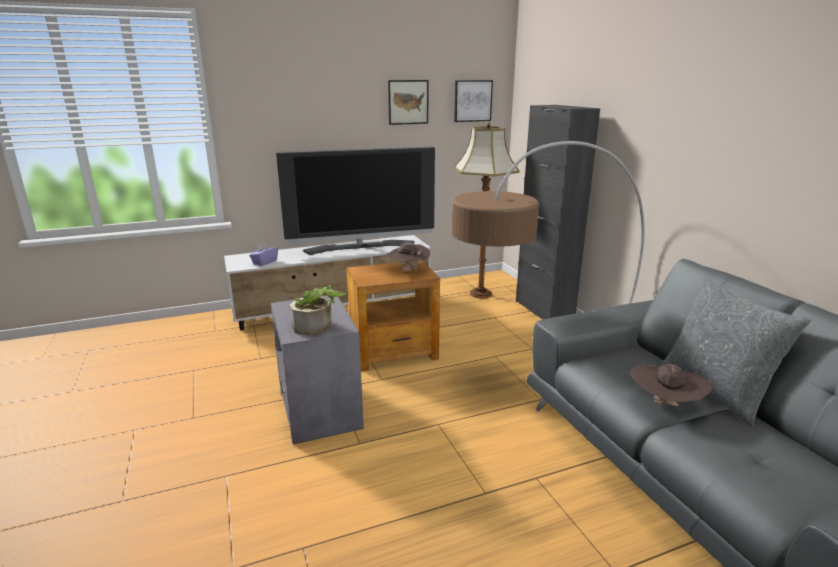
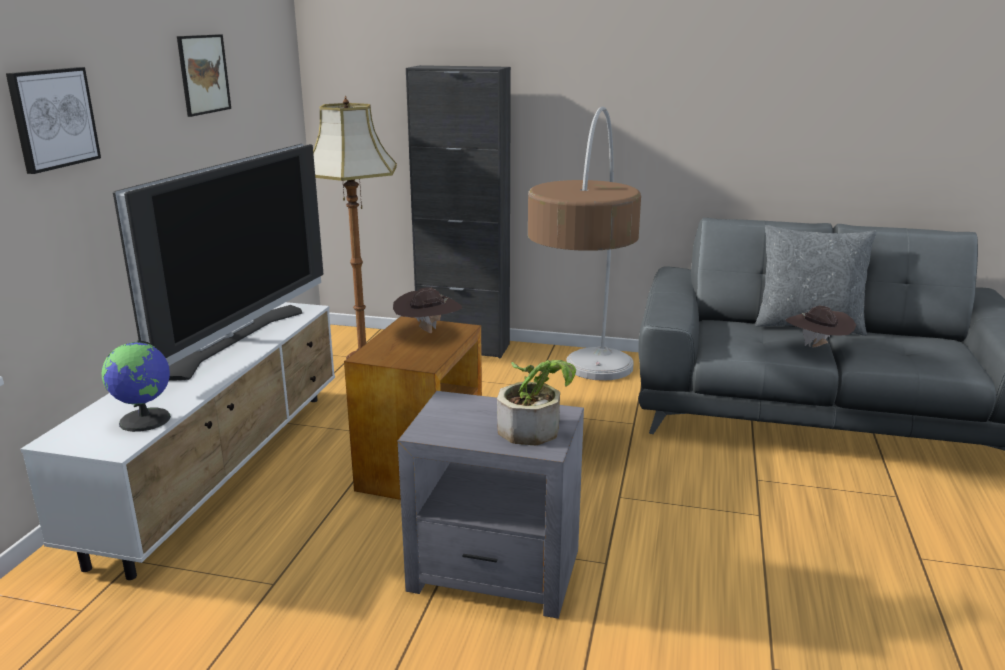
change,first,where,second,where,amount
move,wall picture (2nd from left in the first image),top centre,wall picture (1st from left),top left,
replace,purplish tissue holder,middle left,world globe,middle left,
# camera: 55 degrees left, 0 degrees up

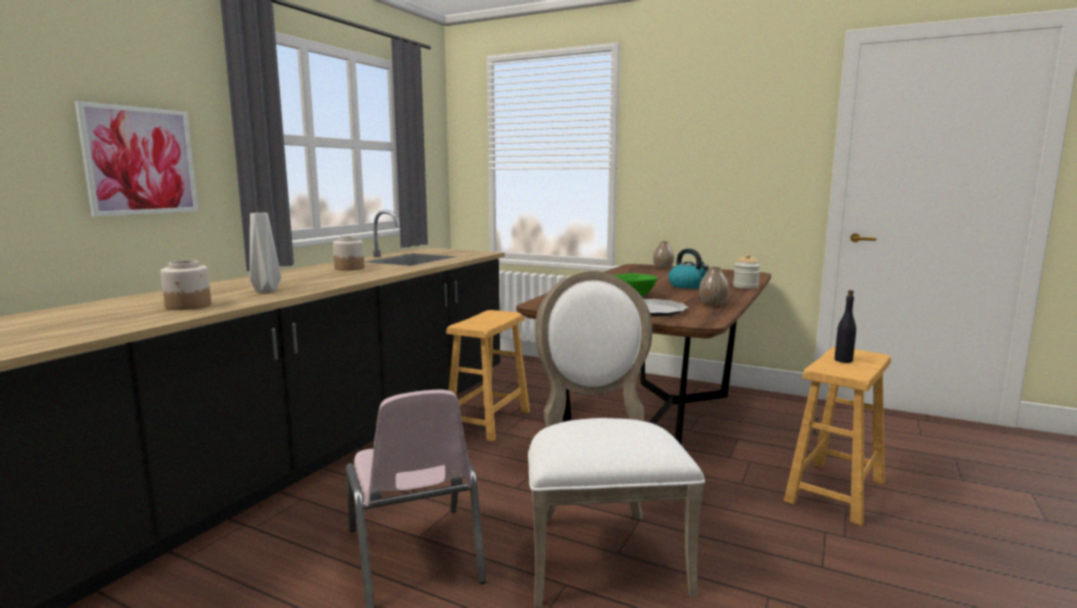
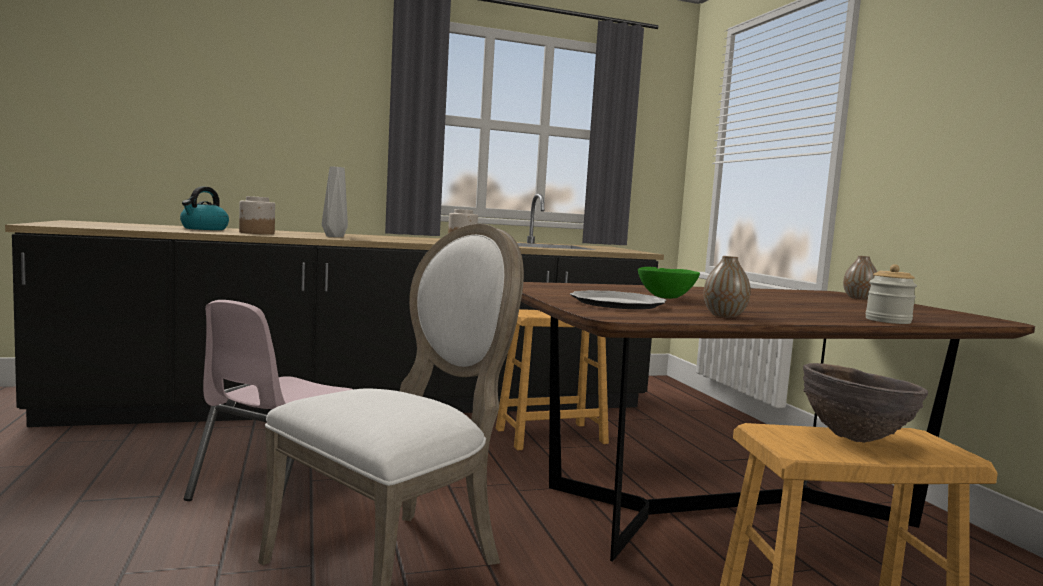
change,first,where,second,where,amount
move,tea kettle,centre,,middle left,
replace,blackish drink bottle,middle right,brownish serving bowl,bottom right,
delete,wall picture,top left,,,
# camera: 45 degrees right, 5 degrees down

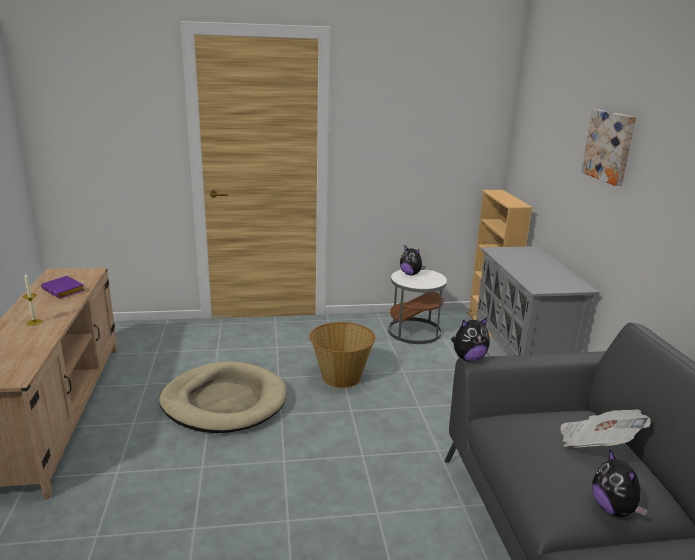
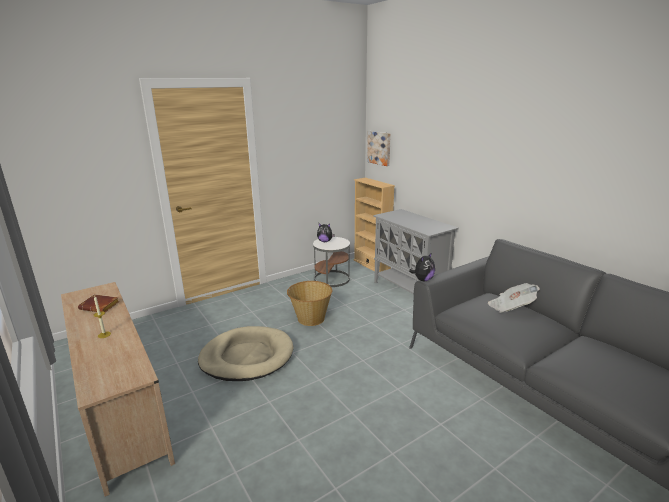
change,first,where,second,where,amount
recolor,purplish book,middle left,brownish book,middle left,
move,wall picture,top right,,top centre,
delete,soft toy (3rd from left),bottom right,,,
# camera: 25 degrees left, 0 degrees up

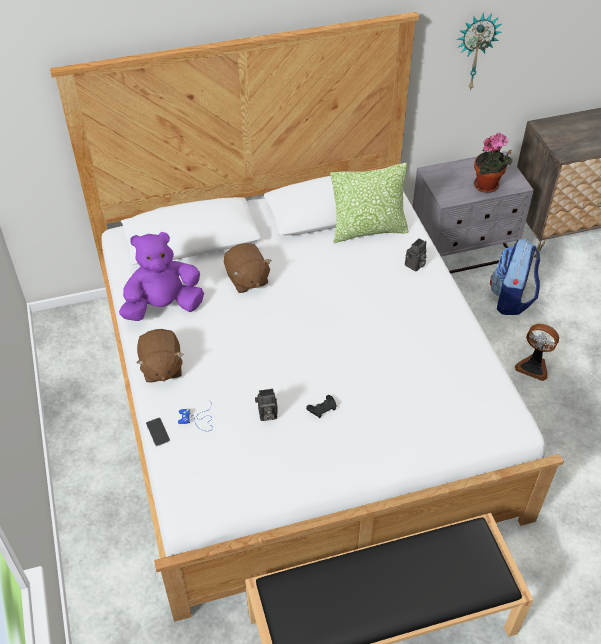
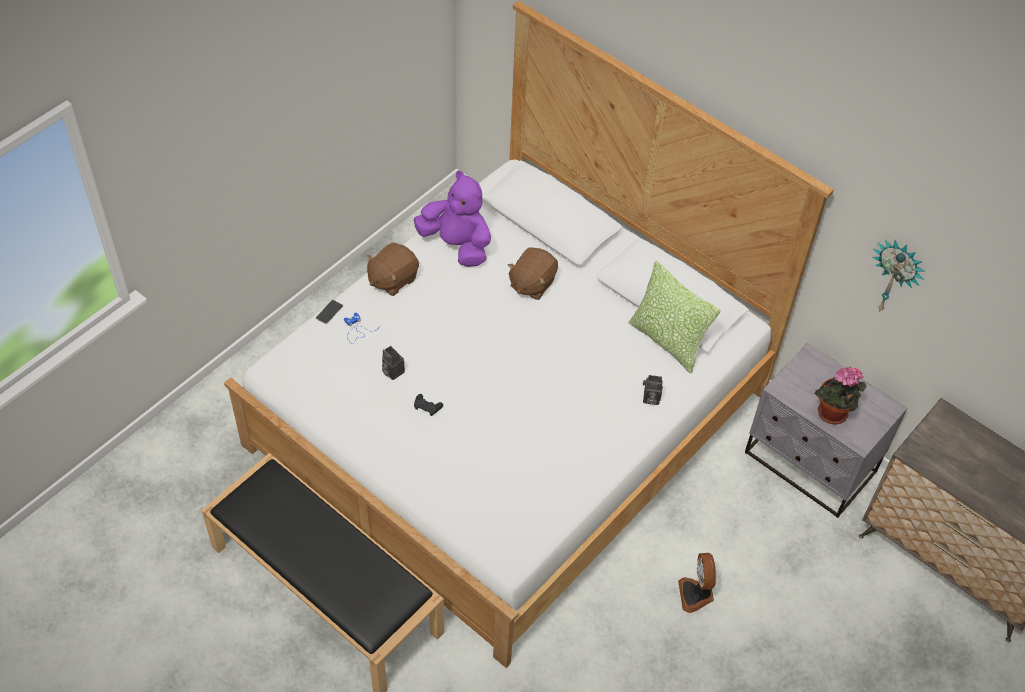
change,first,where,second,where,amount
delete,knapsack,middle right,,,
# camera: 55 degrees right, 5 degrees up

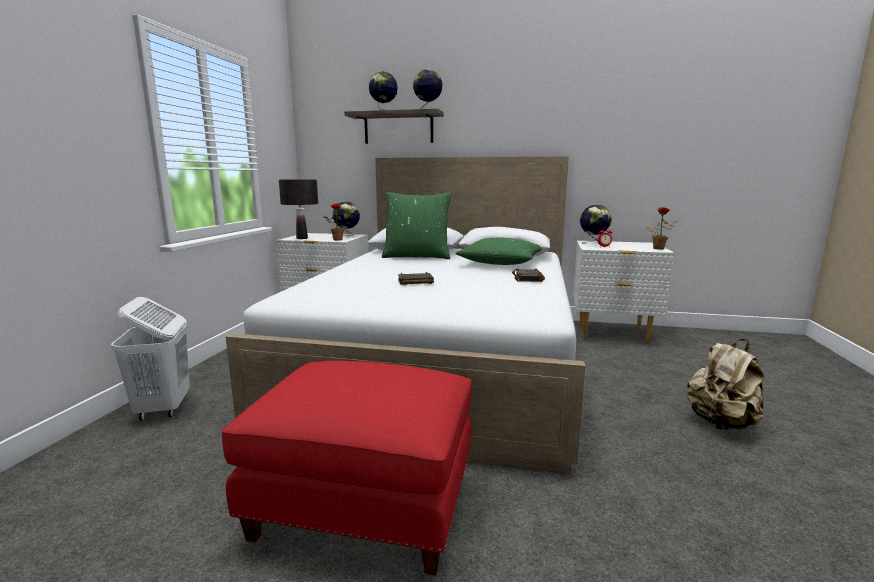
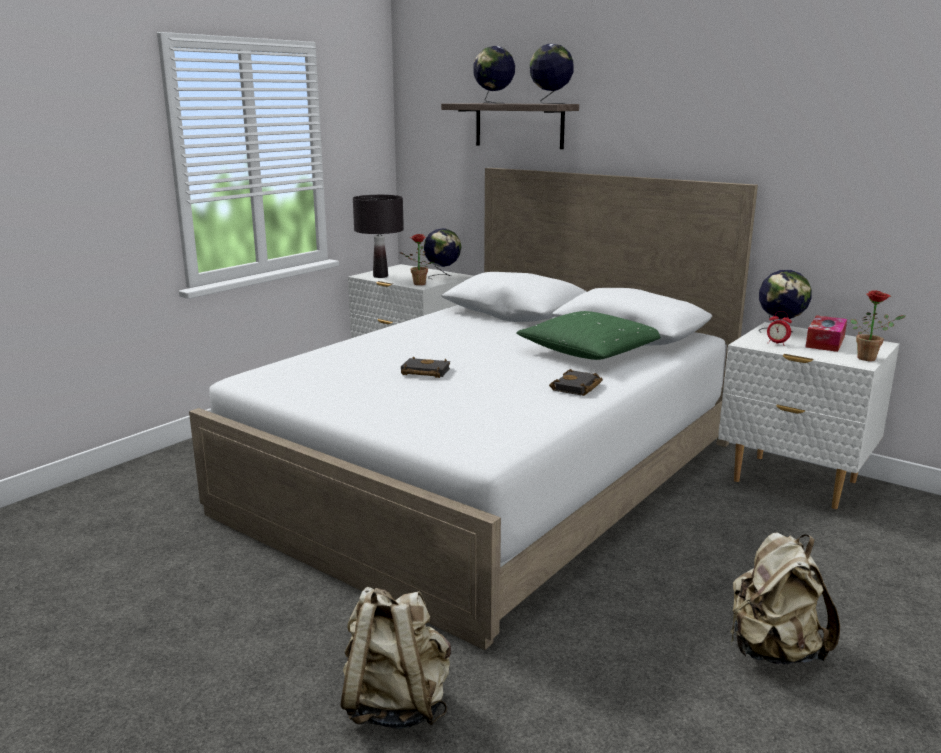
change,first,where,second,where,amount
insert,,,beige knapsack (1st from left),bottom centre,
insert,,,tissue holder,middle right,
delete,white-coloured laundry basket,middle left,,,
delete,red footrest,bottom centre,,,
delete,green-coloured pillow (1st from left),centre,,,
# camera: 25 degrees right, 5 degrees up

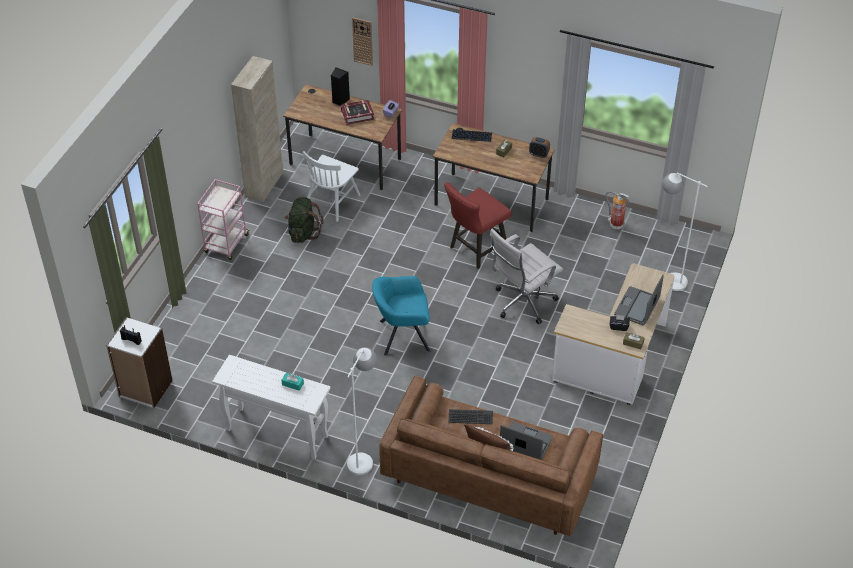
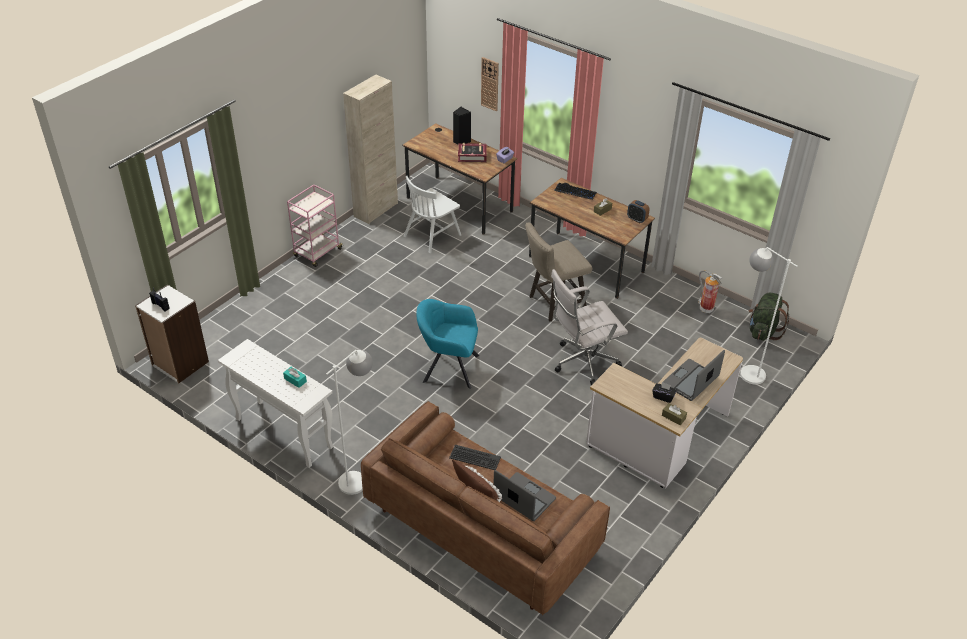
change,first,where,second,where,amount
recolor,red sitting stool,centre,beige sitting stool,centre,
move,green-coloured knapsack,centre,,middle right,
# camera: 15 degrees right, 5 degrees down

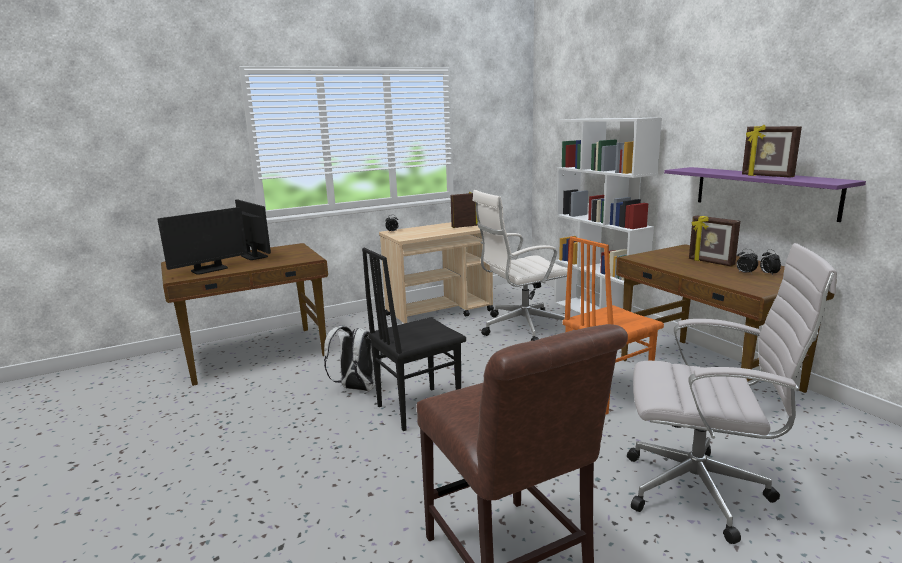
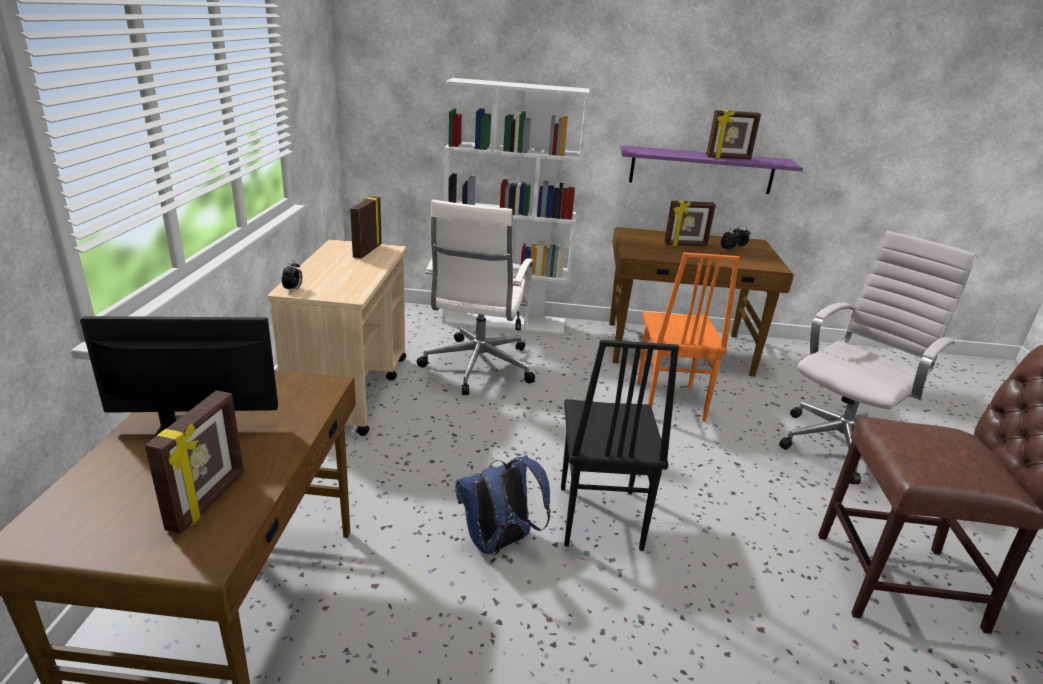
change,first,where,second,where,amount
replace,computer screen (1st from left),middle left,standing frame (1st from left),bottom left,
recolor,white-coloured knapsack,centre,bluish knapsack,bottom centre,
# camera: 60 degrees left, 10 degrees up

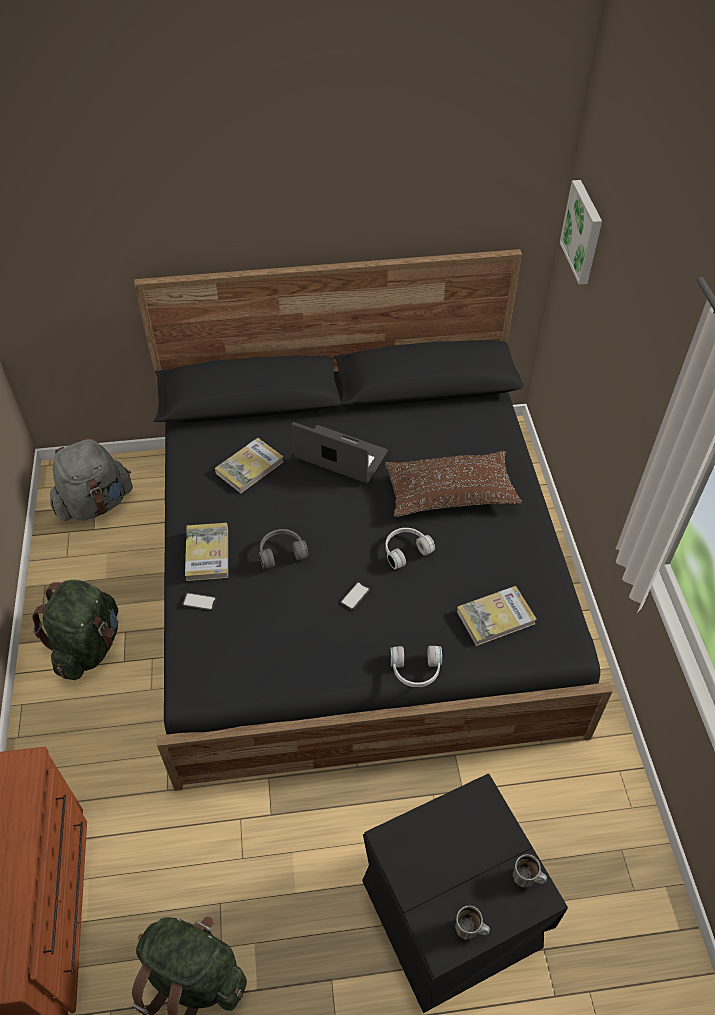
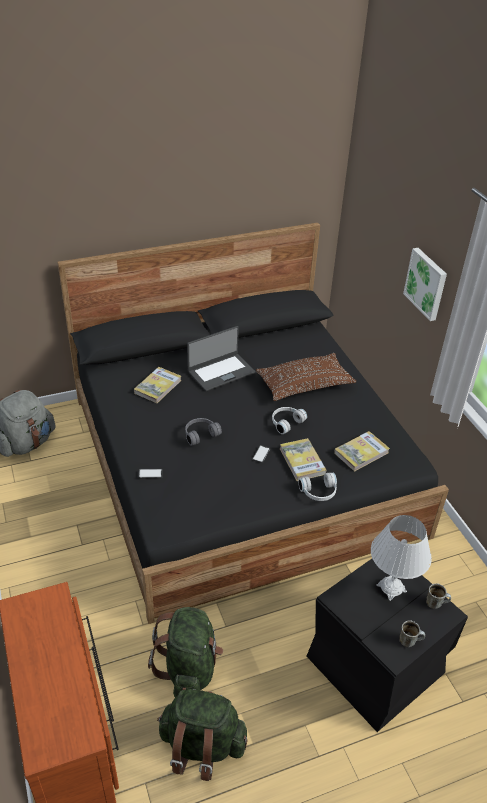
change,first,where,second,where,amount
move,green-coloured knapsack (1st from left),middle left,,bottom centre,
rotate,notebook computer,centre,,centre,135 degrees clockwise
move,book (1st from left in the first image),middle left,book (2nd from left),centre,
insert,,,white-coloured tabletop lamp,bottom right,
move,wall picture,top right,,middle right,
# camera: 15 degrees left, 10 degrees down

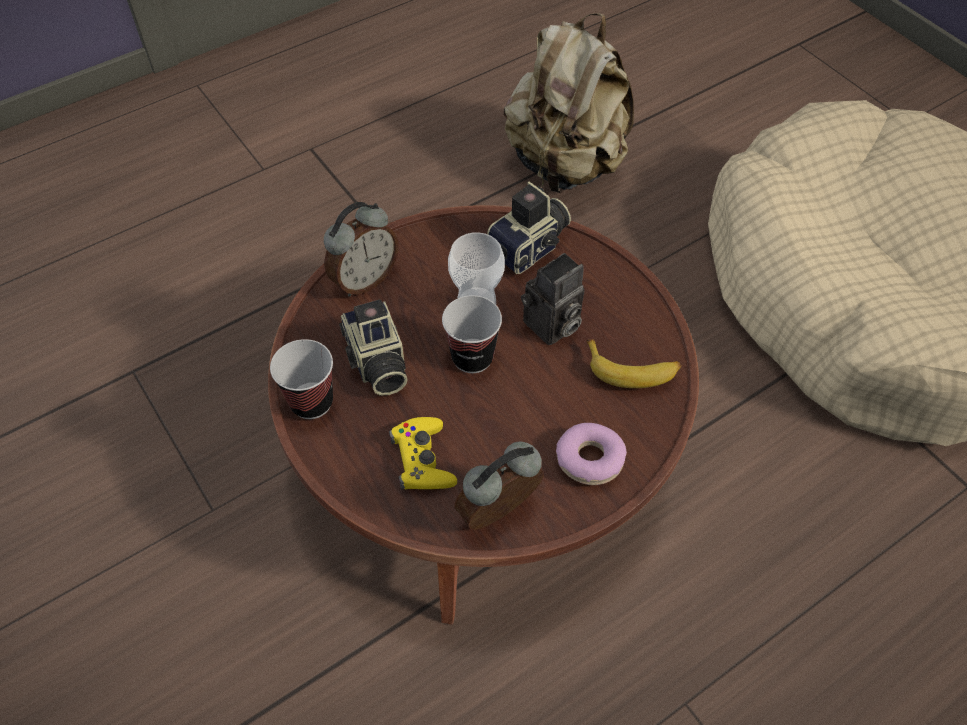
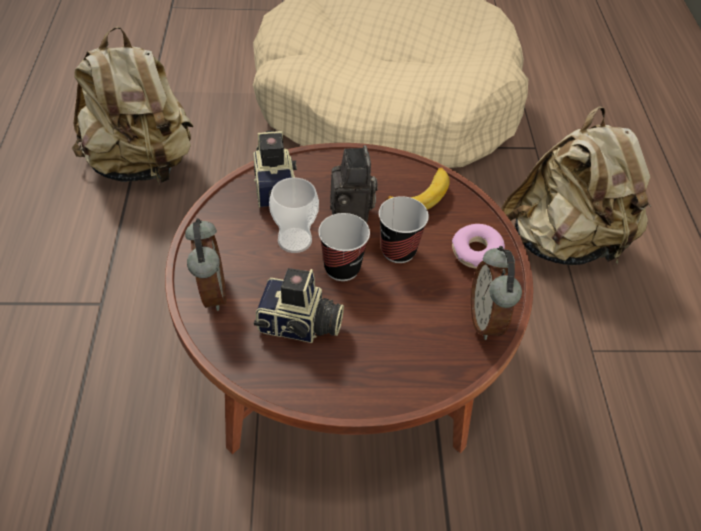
change,first,where,second,where,amount
move,small cup (1st from left in the first image),middle left,small cup (3rd from left),centre,
insert,,,beige knapsack (2nd from left),middle right,
delete,yellow-coloured game controller,centre,,,
# camera: 60 degrees left, 5 degrees down

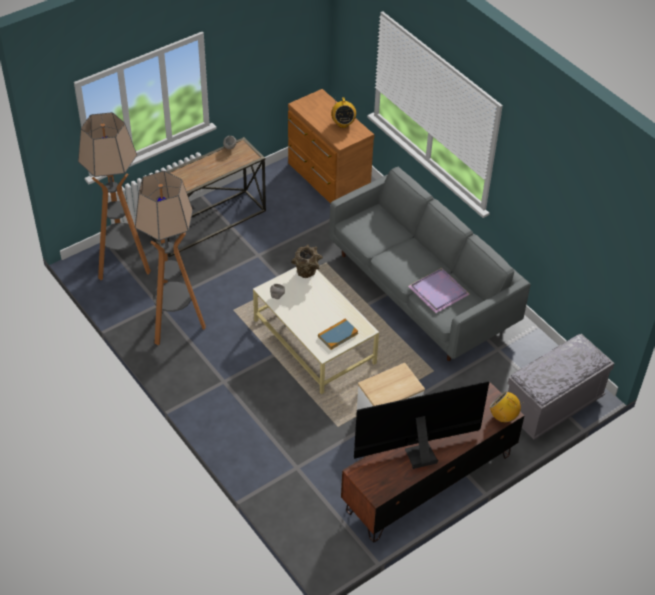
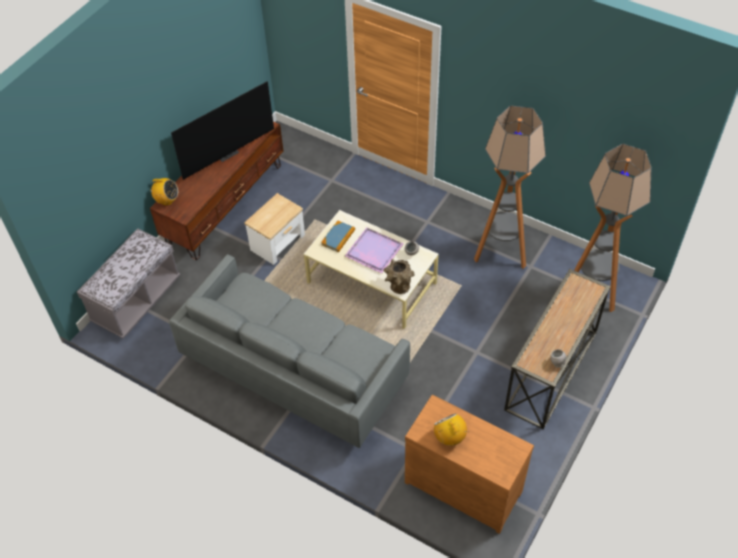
change,first,where,second,where,amount
move,purplish serving tray,middle right,,centre,
# camera: 160 degrees right, 5 degrees up

